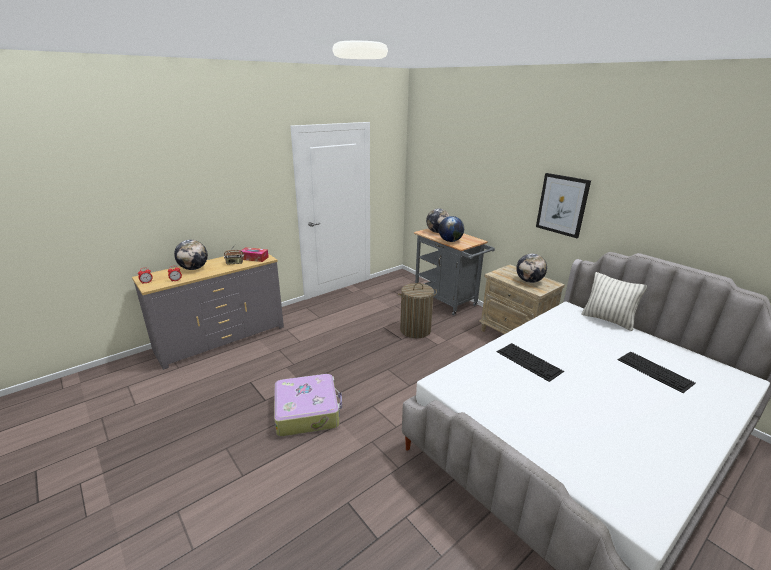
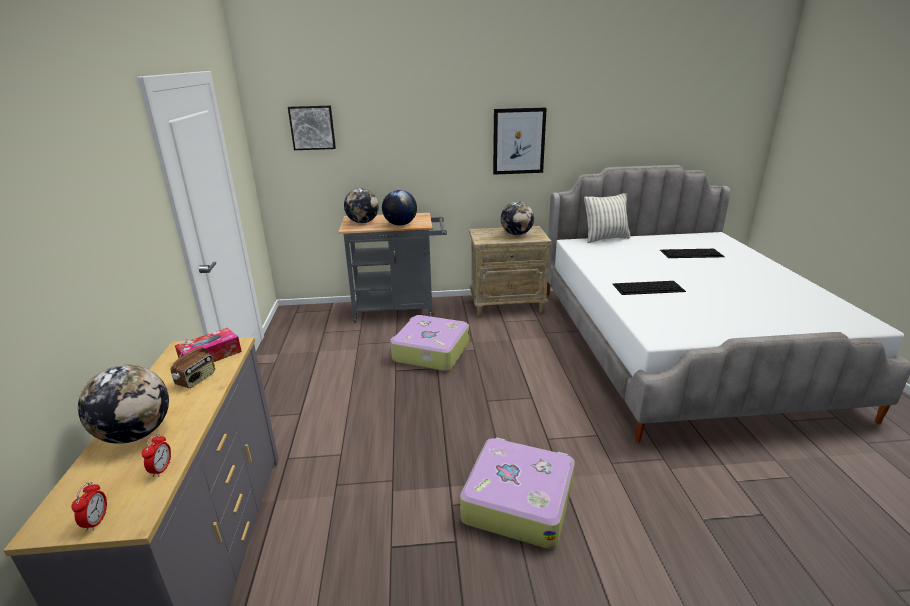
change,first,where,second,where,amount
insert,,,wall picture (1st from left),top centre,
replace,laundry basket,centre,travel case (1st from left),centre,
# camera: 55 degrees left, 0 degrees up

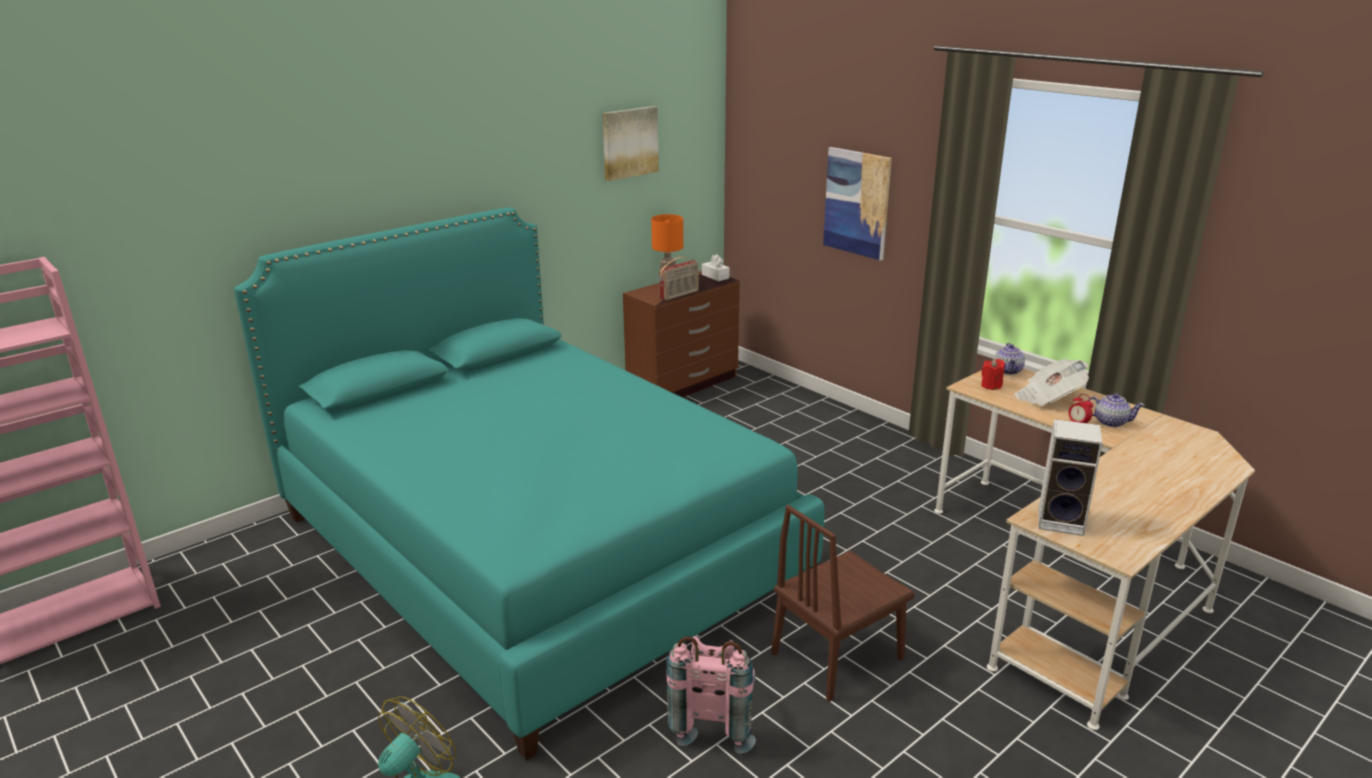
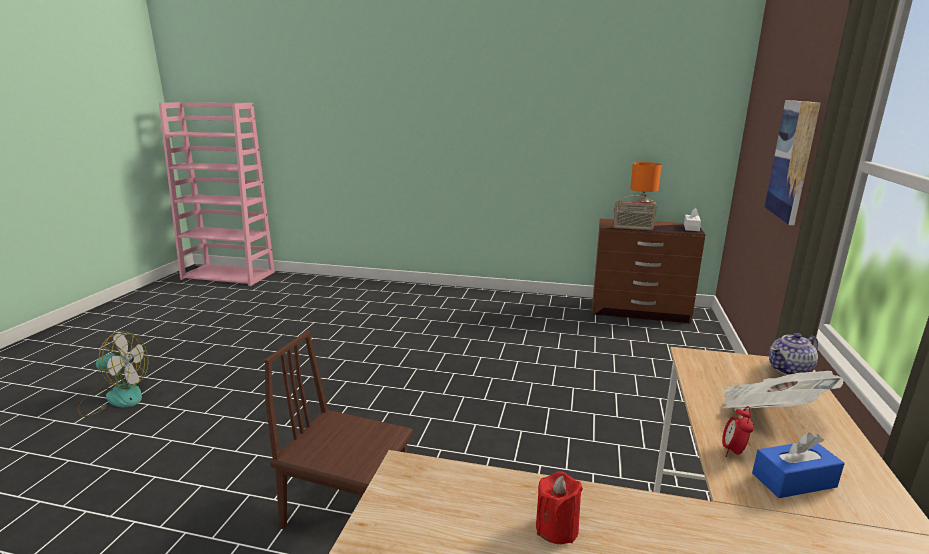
change,first,where,second,where,amount
move,red wax light,middle right,,bottom centre,
replace,teapot (2nd from left),middle right,bluish tissue holder,bottom right,
delete,blue-green bed,centre,,,
delete,wall picture (1st from left),top centre,,,
delete,pink-coloured knapsack,bottom centre,,,
delete,loudspeaker,middle right,,,
# camera: 55 degrees right, 5 degrees down

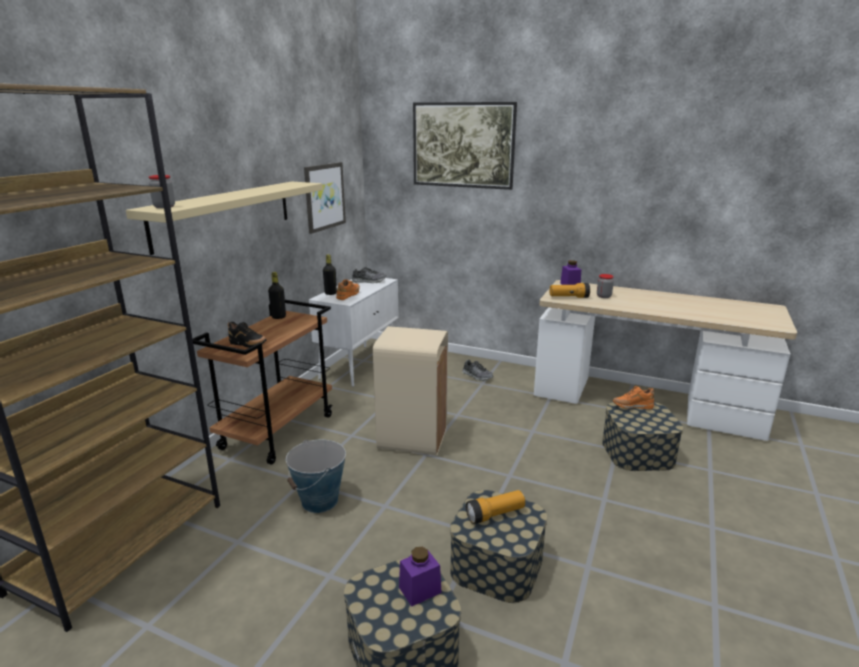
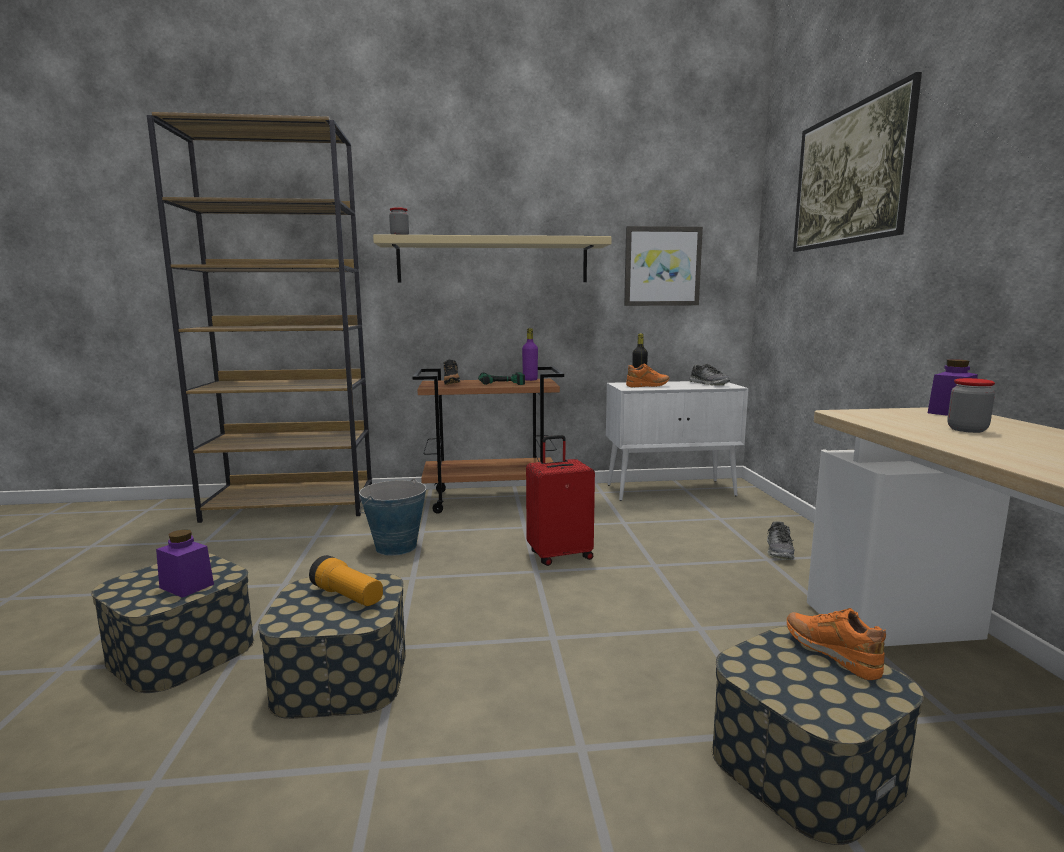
change,first,where,second,where,amount
insert,,,power drill,centre,
recolor,blackish drink bottle (1st from left),middle left,purplish drink bottle,centre,
replace,beige rubbish bin,centre,red travel case,centre,
delete,torch (2nd from left),centre,,,
# camera: 60 degrees right, 10 degrees down

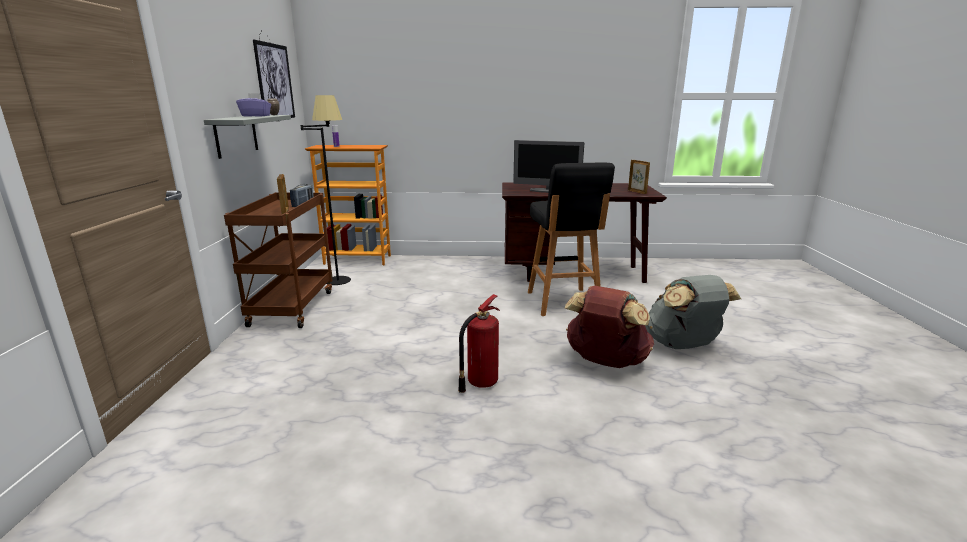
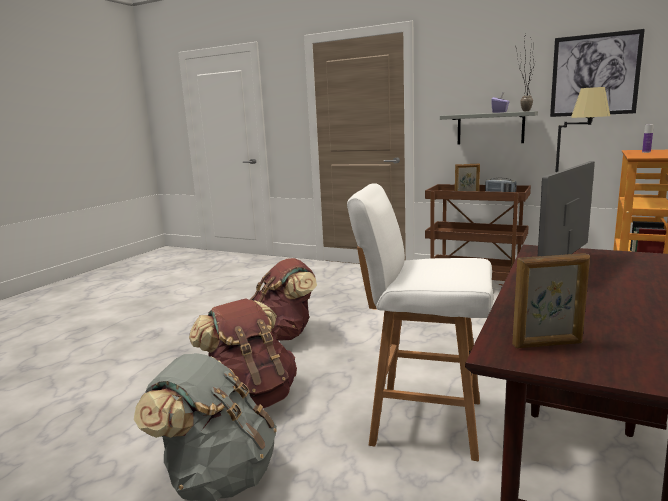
change,first,where,second,where,amount
replace,extinguisher,centre,brownish knapsack (2nd from left),centre,
recolor,blackish sitting stool,centre,white-coloured sitting stool,centre,
# camera: 115 degrees right, 5 degrees down

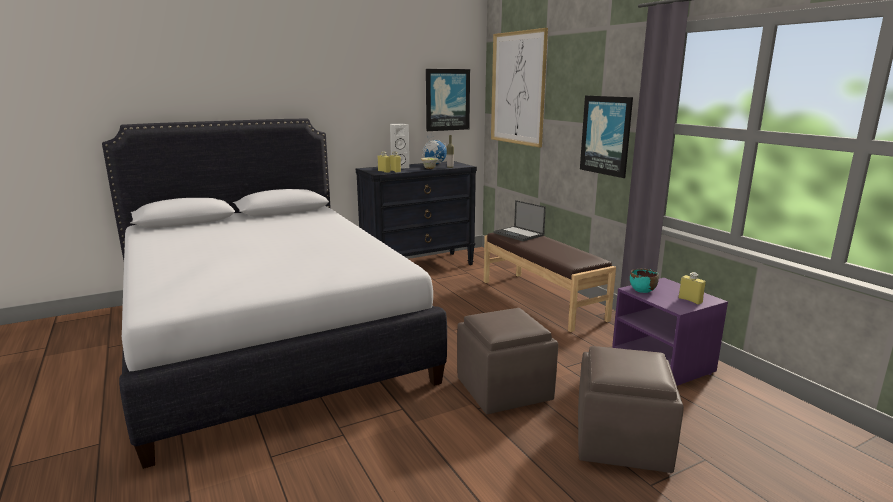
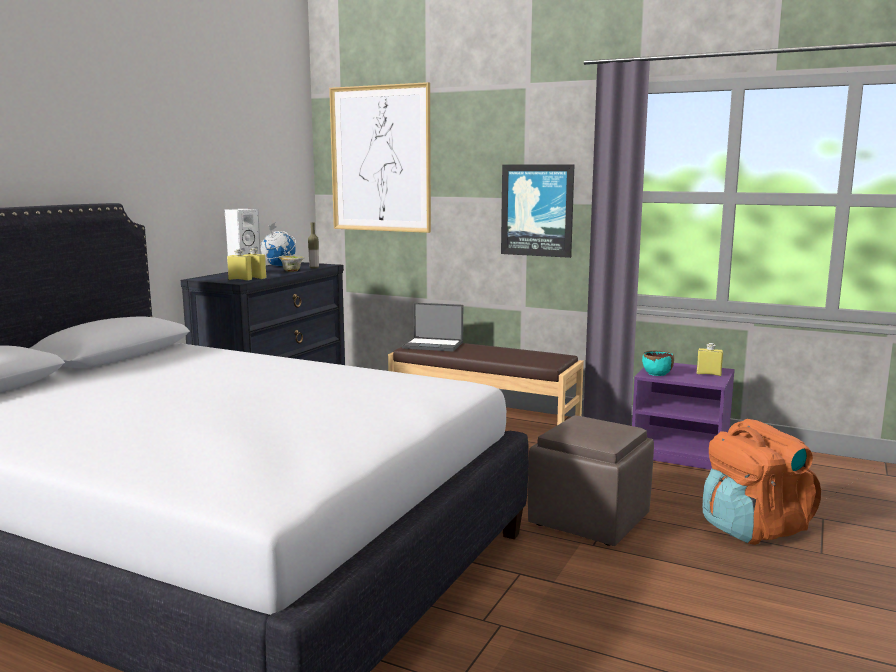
change,first,where,second,where,amount
replace,brownish footrest (2nd from left),bottom right,orangey knapsack,bottom right,
delete,wall picture (1st from left),top centre,,,
# camera: 35 degrees left, 5 degrees down

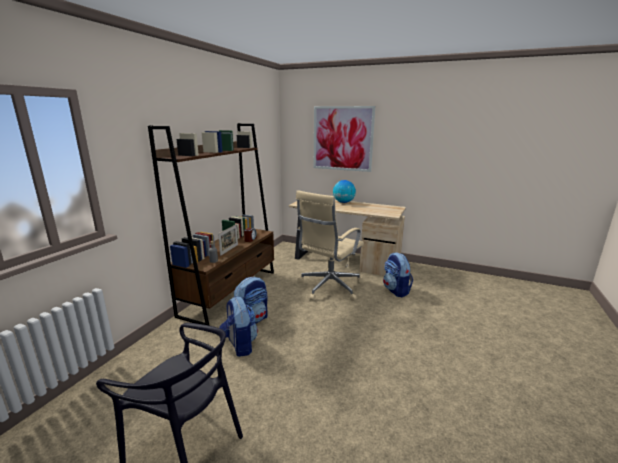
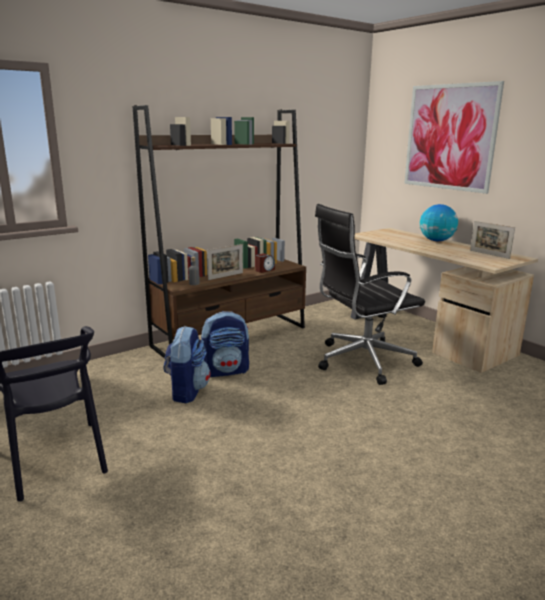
change,first,where,second,where,amount
recolor,beige office chair,centre,blackish office chair,middle right,
insert,,,standing frame (2nd from left),middle right,
delete,knapsack (3rd from left),centre,,,
# camera: 30 degrees right, 0 degrees up

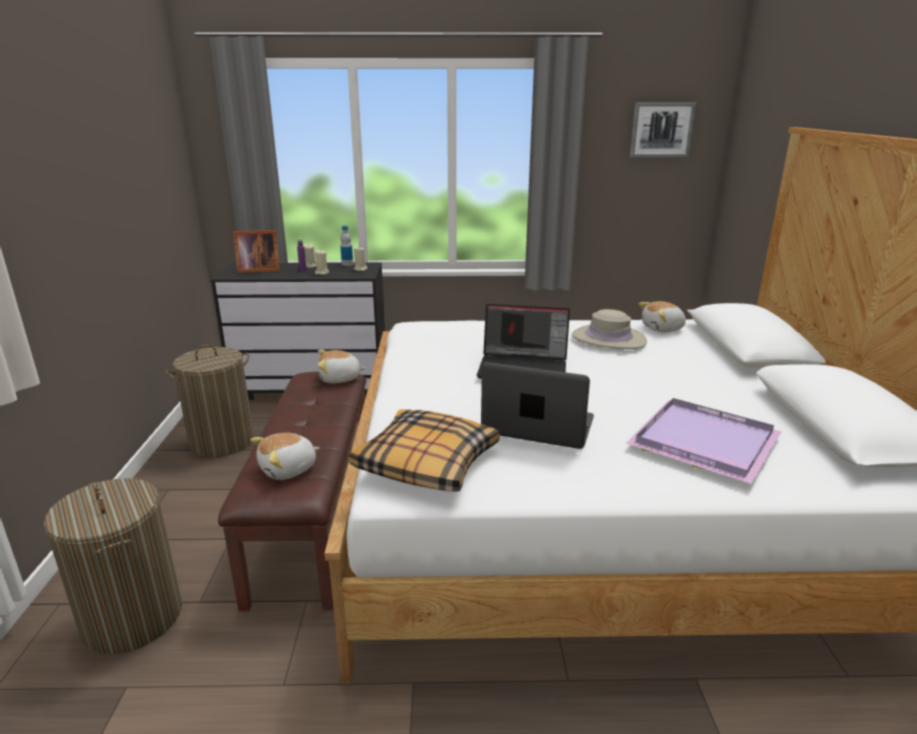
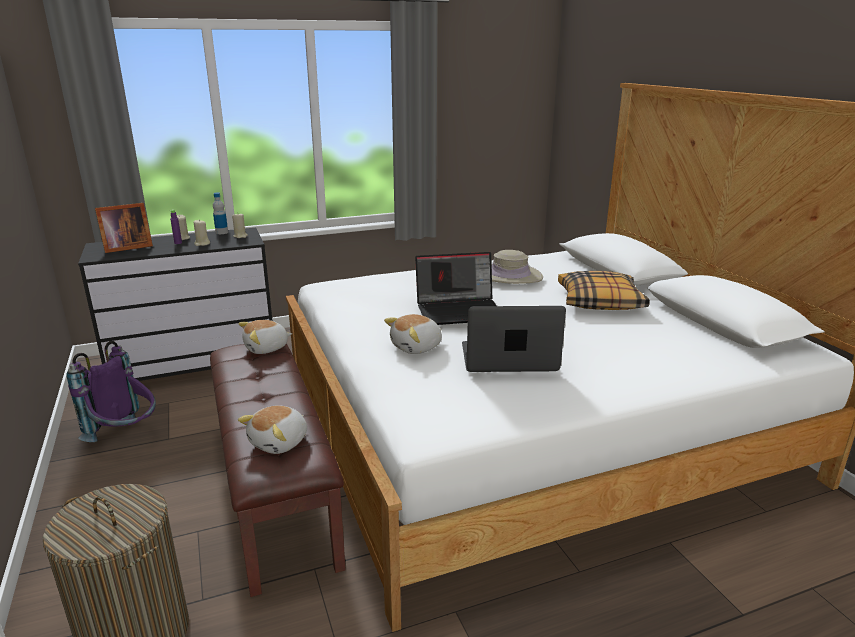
change,first,where,second,where,amount
replace,laundry basket (2nd from left),middle left,purplish knapsack,middle left,
move,soft toy (3rd from left),middle right,,centre,
move,pillow,centre,,middle right,
delete,purplish serving tray,middle right,,,
delete,wall picture,top right,,,
# camera: 20 degrees left, 0 degrees up

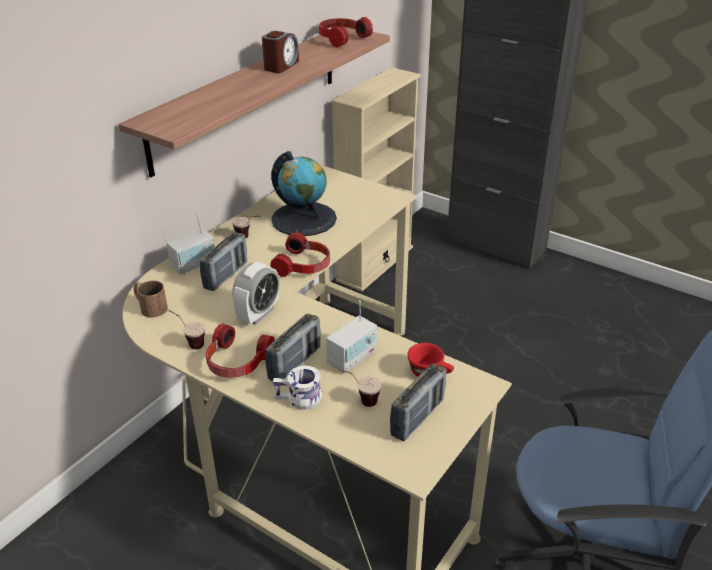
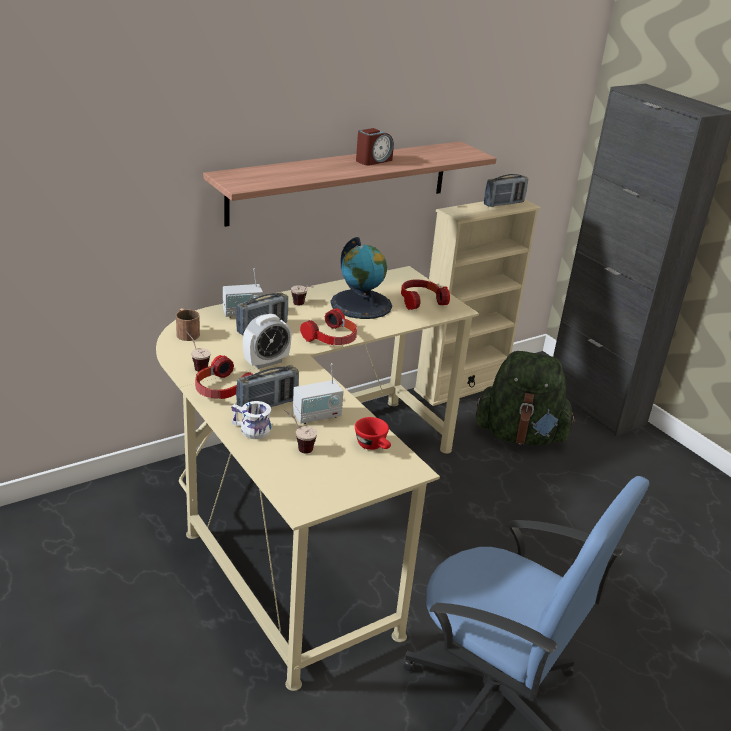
change,first,where,second,where,amount
move,headphones (3rd from left),top centre,,centre,
insert,,,green-coloured knapsack,middle right,
move,radio set (5th from left),bottom centre,,top right,
# camera: 20 degrees right, 5 degrees down

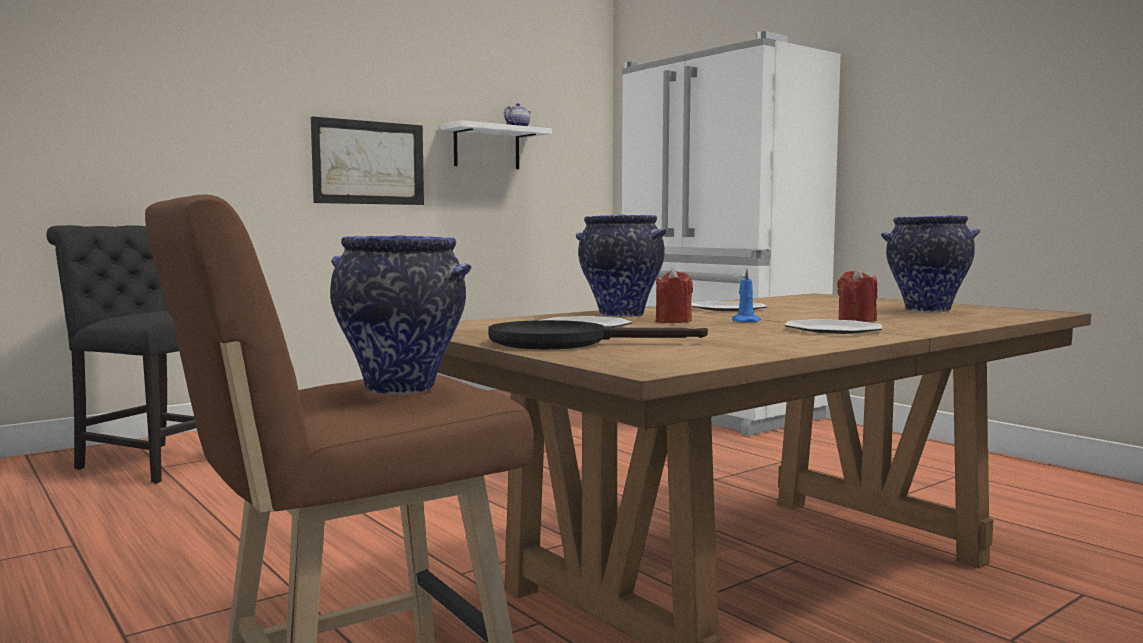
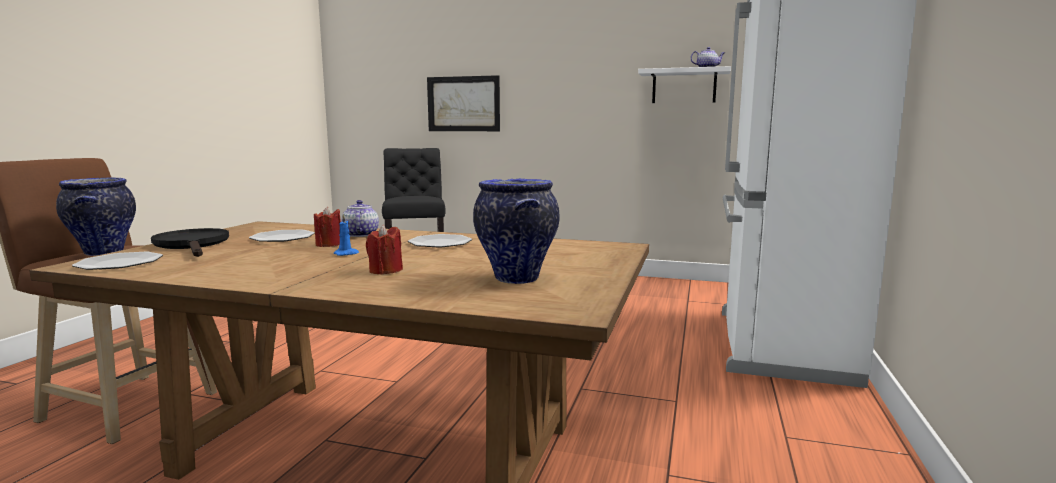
change,first,where,second,where,amount
move,plate (3rd from left in the first image),middle right,plate (1st from left),middle left,
replace,decorative vase (2nd from left),centre,teapot (1st from left),centre,
move,wall picture,top left,,top centre,
# camera: 55 degrees right, 5 degrees up

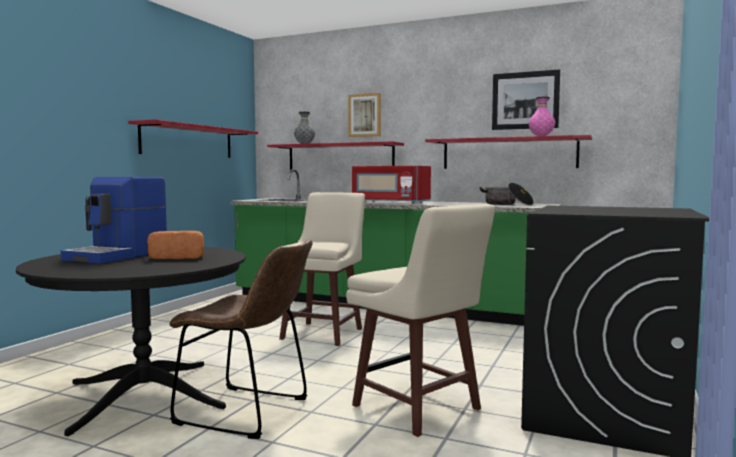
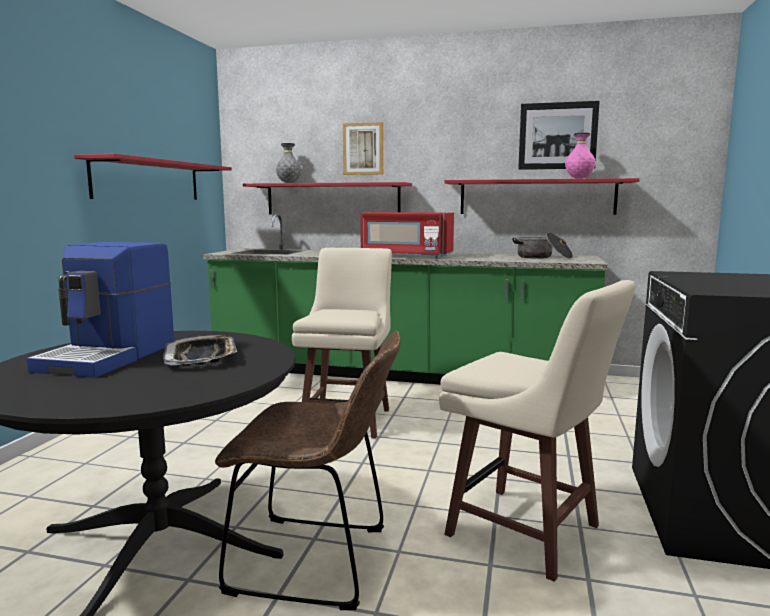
change,first,where,second,where,amount
replace,bread,middle left,serving tray,middle left,
# camera: 10 degrees left, 5 degrees up

